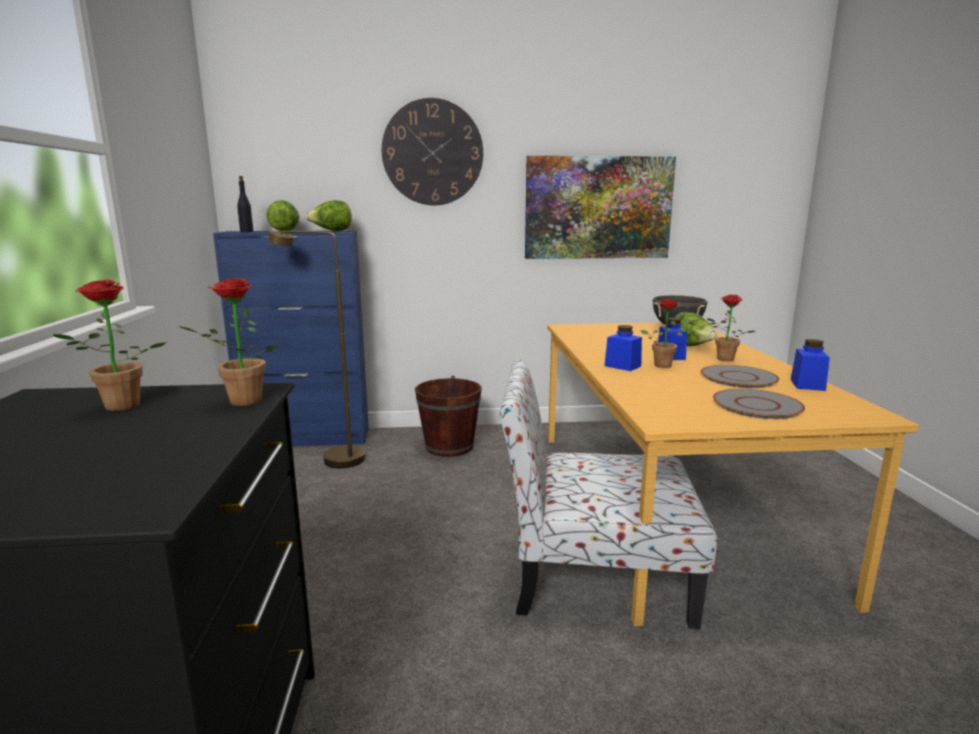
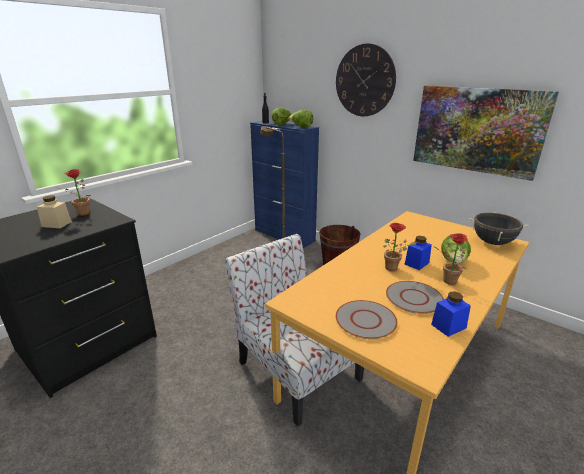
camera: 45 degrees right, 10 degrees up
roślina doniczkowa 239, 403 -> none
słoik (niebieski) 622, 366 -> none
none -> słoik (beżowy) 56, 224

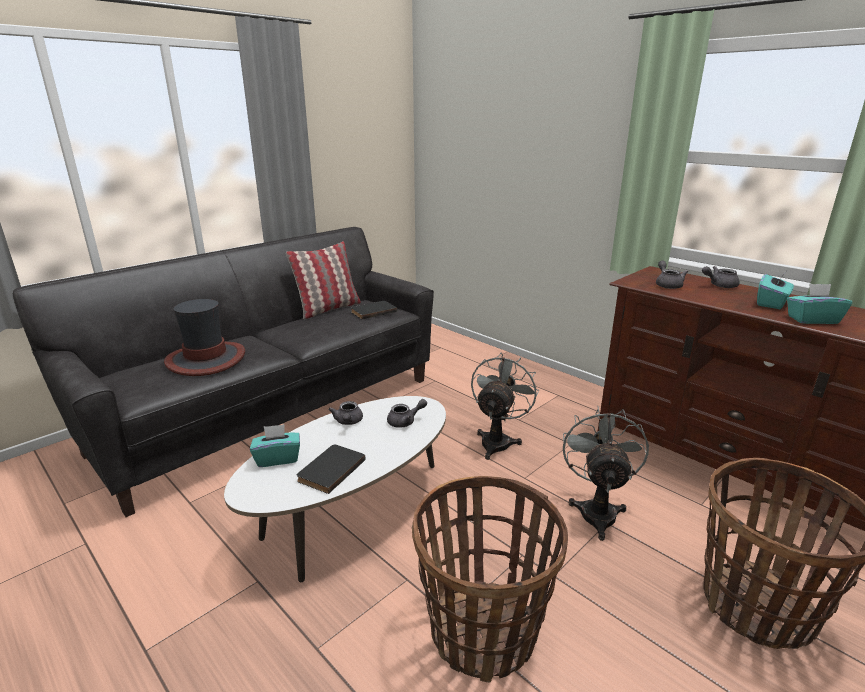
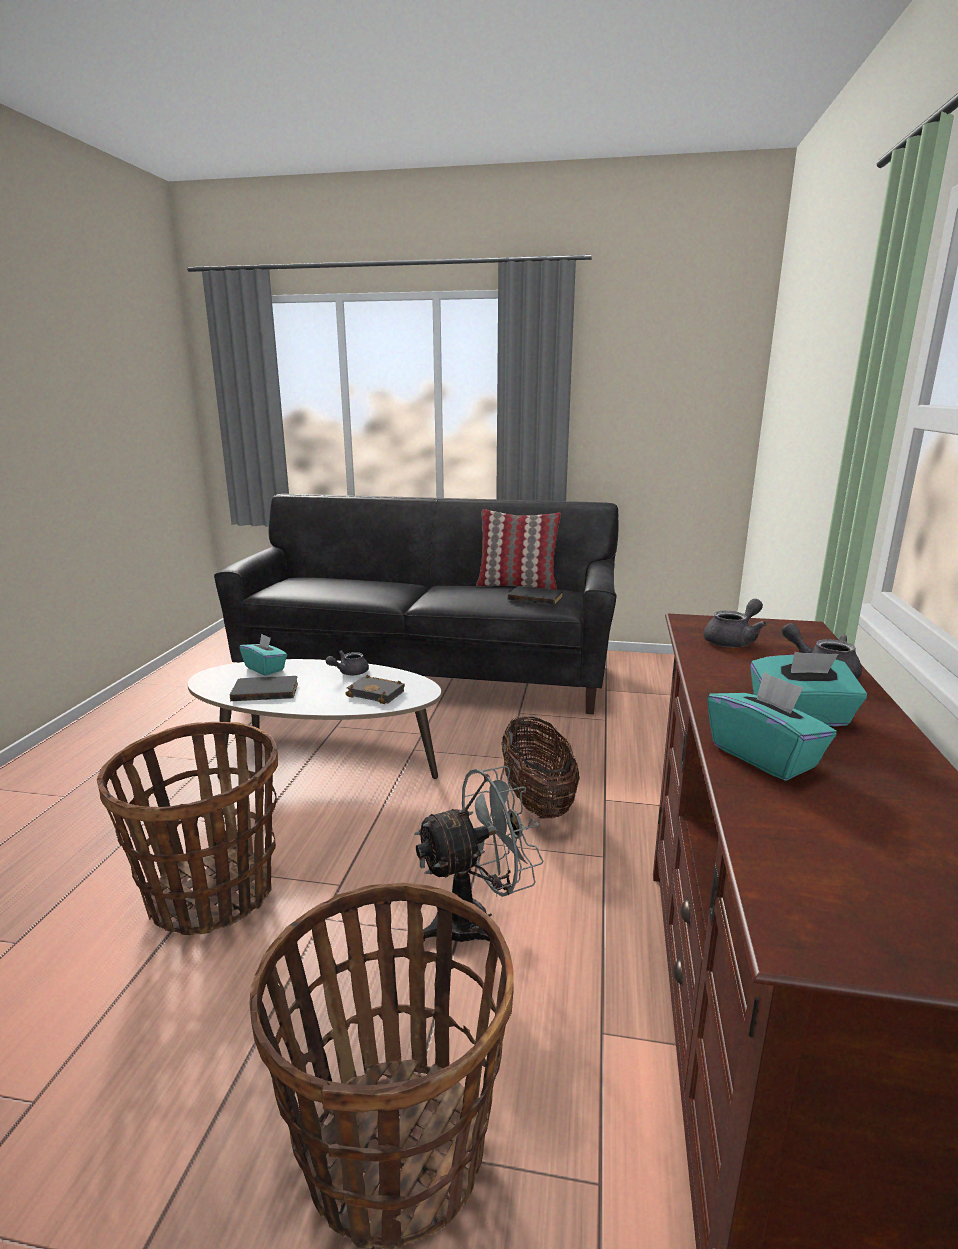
camera: 55 degrees right, 5 degrees down
kapelusz 206, 359 -> none
imbryk (szary) 405, 422 -> książka (czarny) 378, 693
wentylator (szary) 498, 440 -> koszyk 537, 800

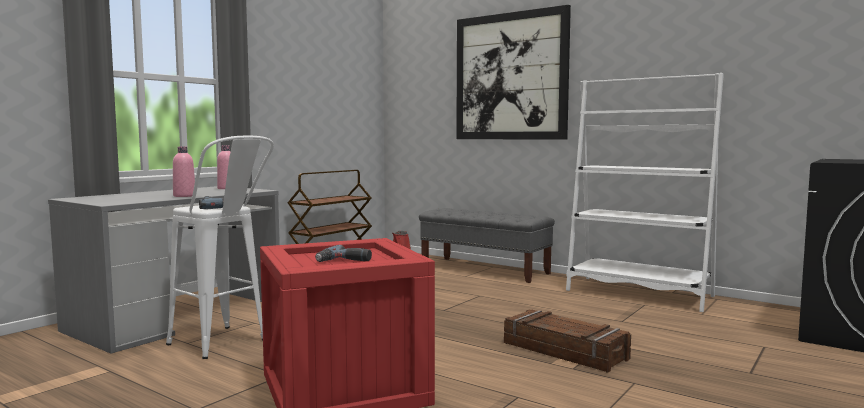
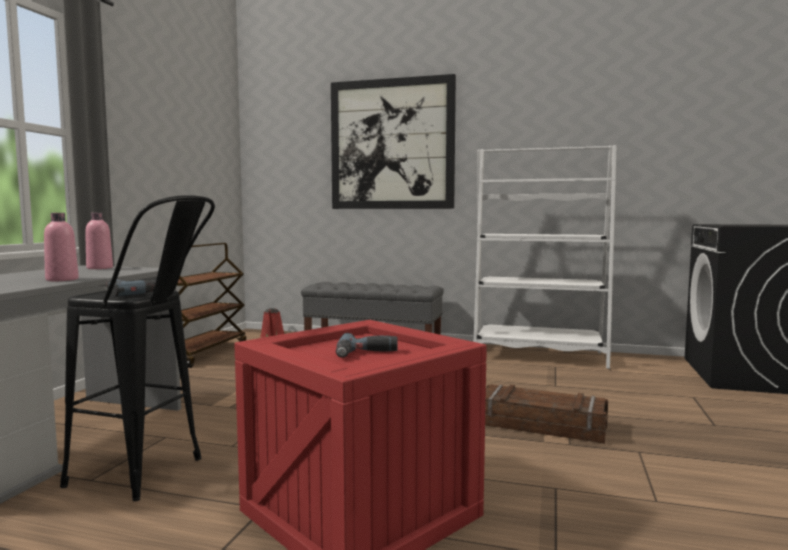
camera: 20 degrees left, 0 degrees up
stołek (biały) 225, 345 -> stołek (czarny) 151, 475

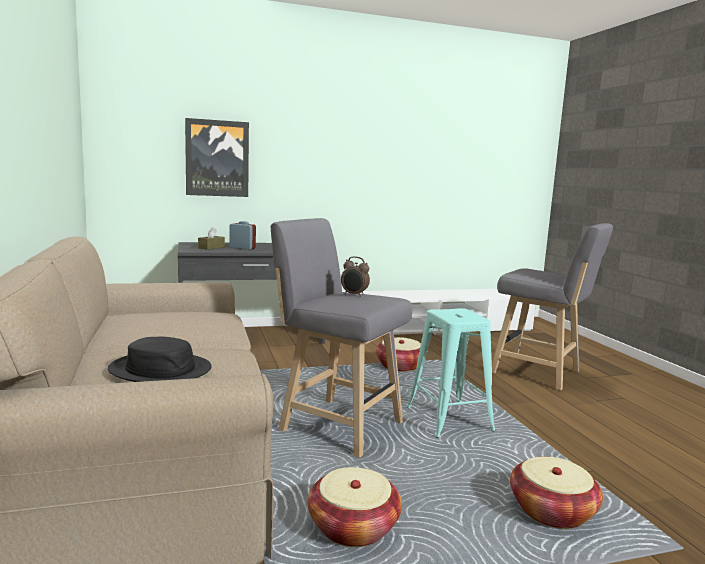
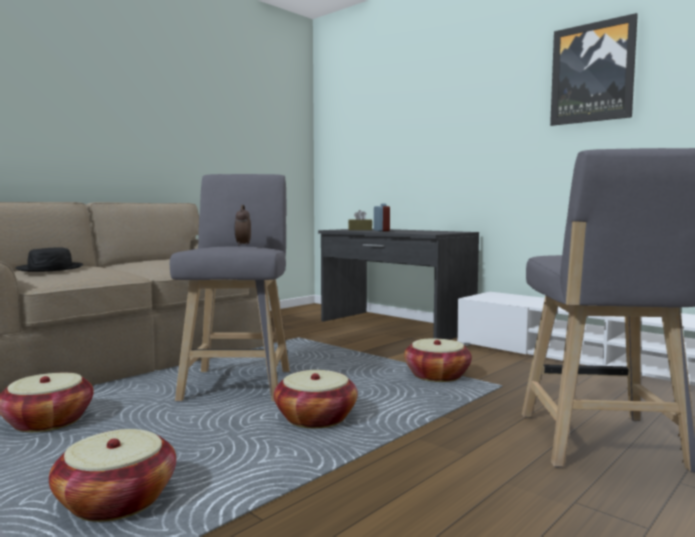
camera: 60 degrees right, 5 degrees down
obraz 217, 158 -> obraz 592, 73, move
stołek (turkusowy) 449, 419 -> koszyk 316, 418

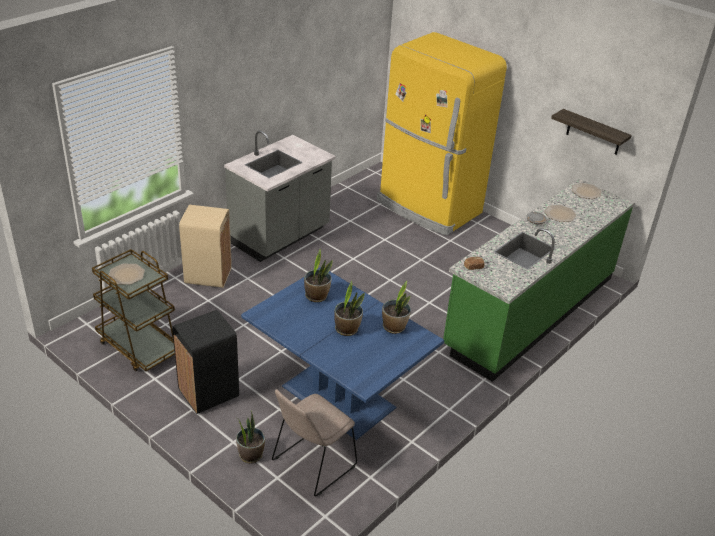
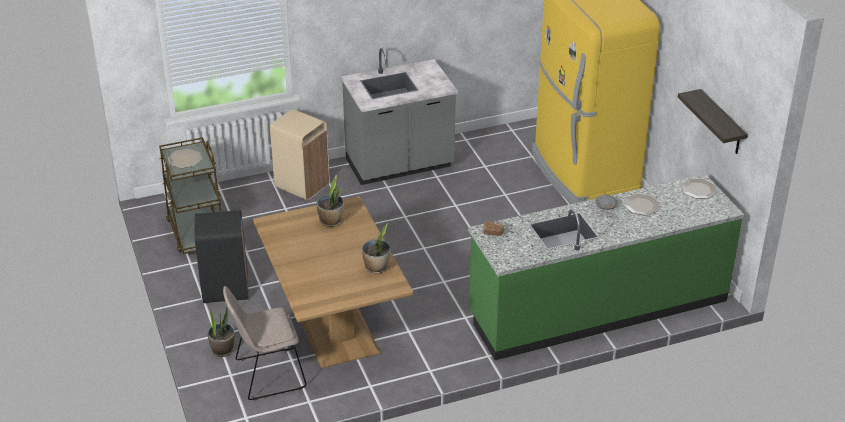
camera: 30 degrees right, 0 degrees up
stół jadalny (niebieski) 337, 398 -> stół jadalny (brązowy) 334, 328
roślina doniczkowa 347, 329 -> none

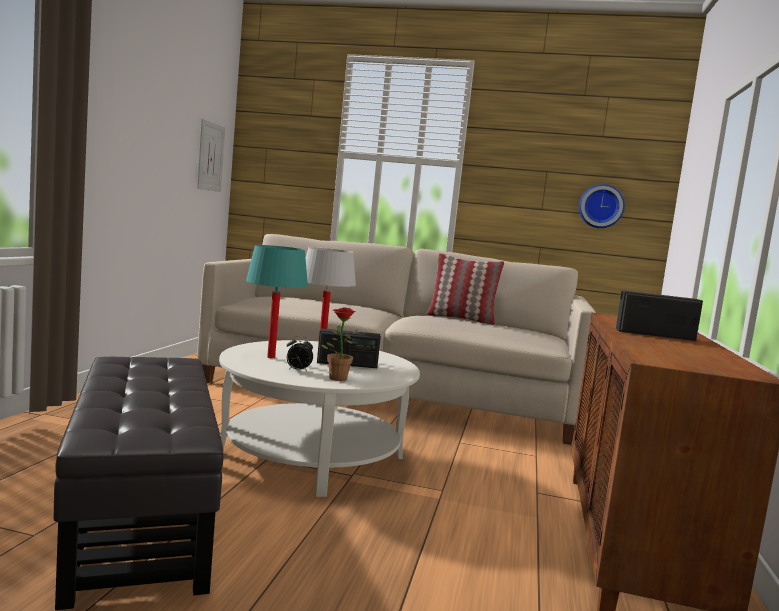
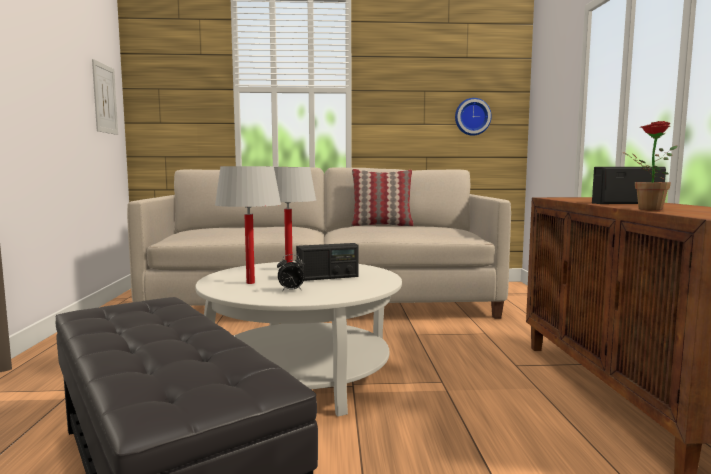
camera: 15 degrees left, 0 degrees up
lampa stołowa (turkusowy) 271, 357 -> lampa stołowa (biały) 250, 283
roślina doniczkowa 336, 377 -> roślina doniczkowa 644, 209, move

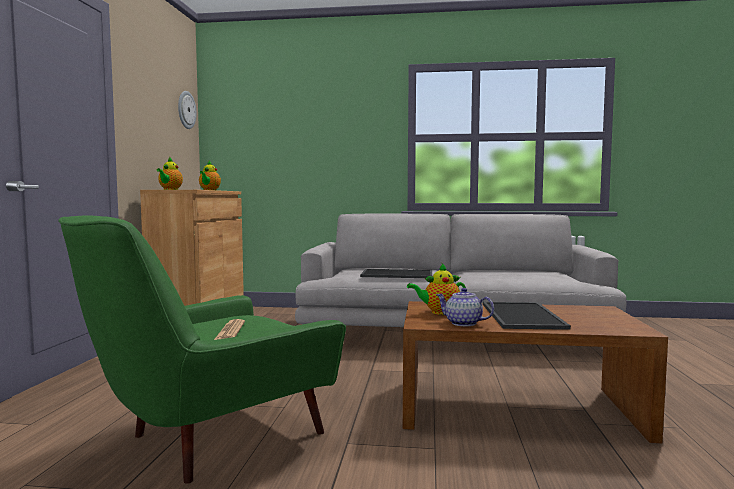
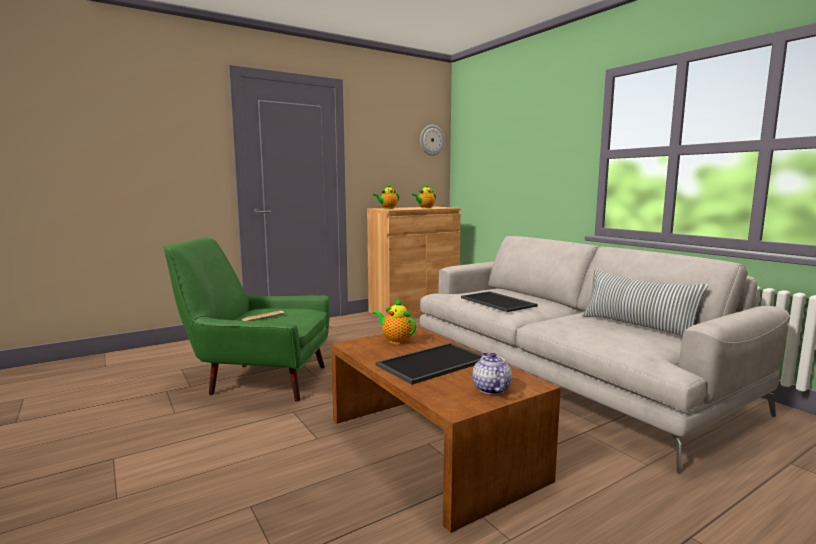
camera: 50 degrees right, 5 degrees up
imbryk 463, 323 -> imbryk 490, 389, move
none -> poduszka 637, 326

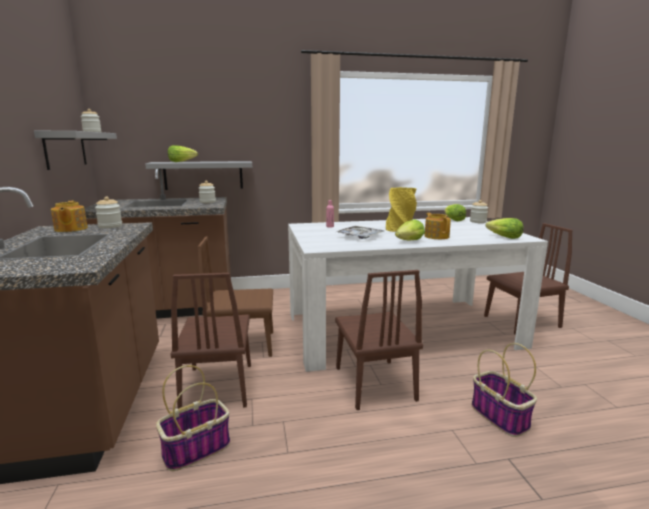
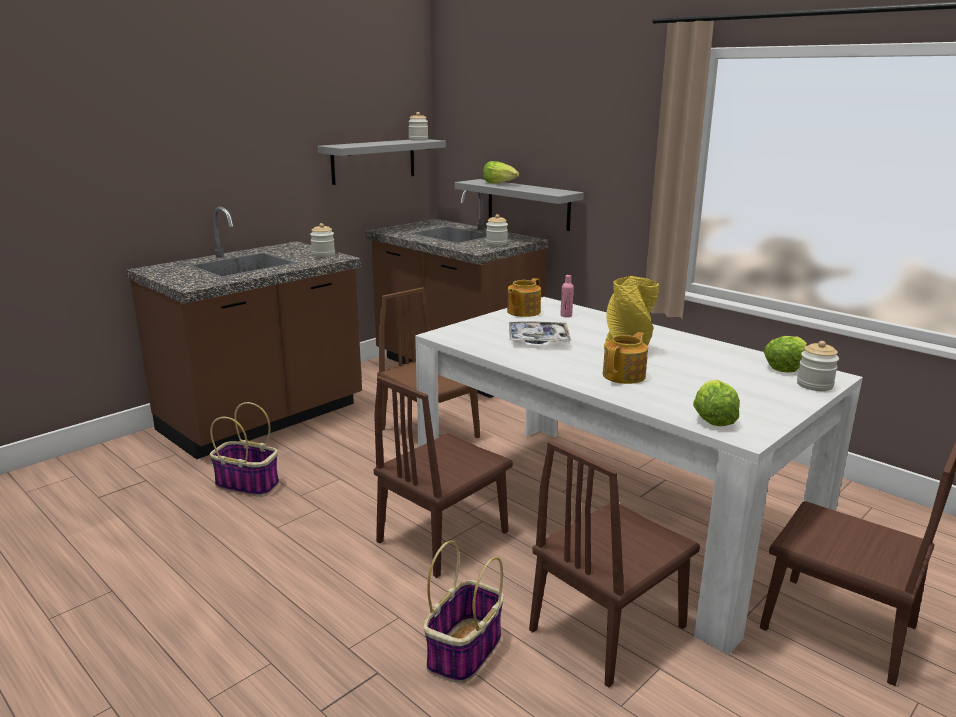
camera: 55 degrees right, 5 degrees up
imbryk 70, 229 -> imbryk 522, 312, move
krzesło (brązowy) 217, 386 -> krzesło (brązowy) 608, 628, move
sałata 409, 241 -> none

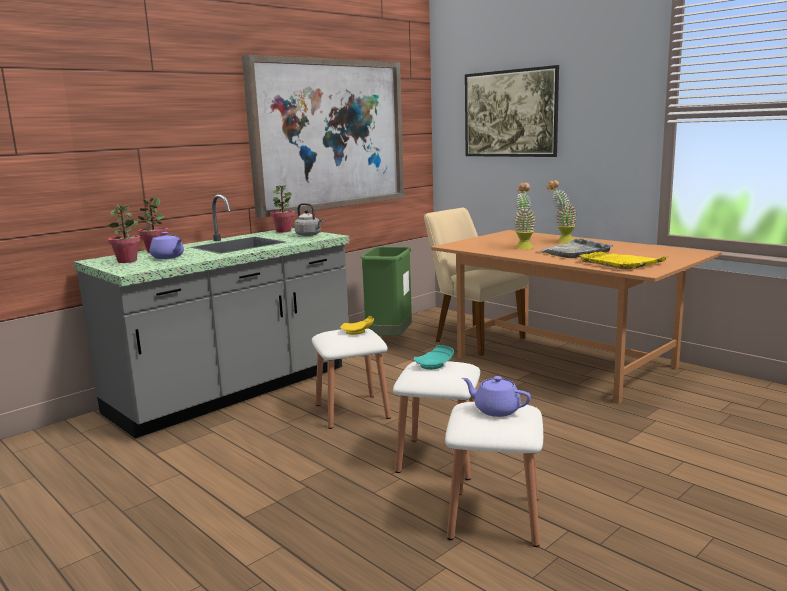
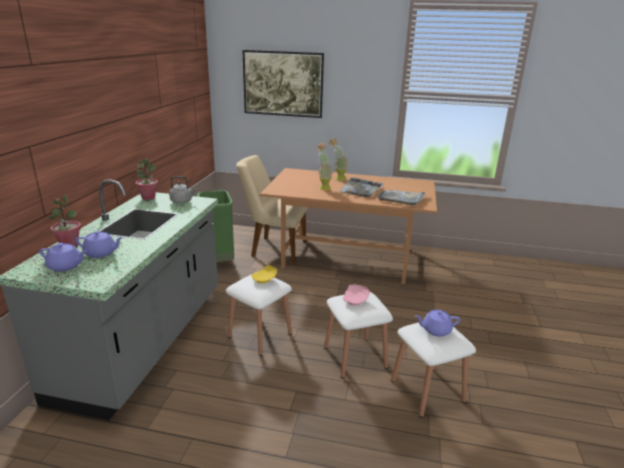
camera: 35 degrees left, 10 degrees up
roślina doniczkowa 127, 261 -> imbryk (fioletowy) 66, 266
obraz 329, 134 -> none
talerz (turkusowy) 434, 365 -> talerz (różowy) 355, 300
taca (żółty) 621, 263 -> taca (szary) 401, 198

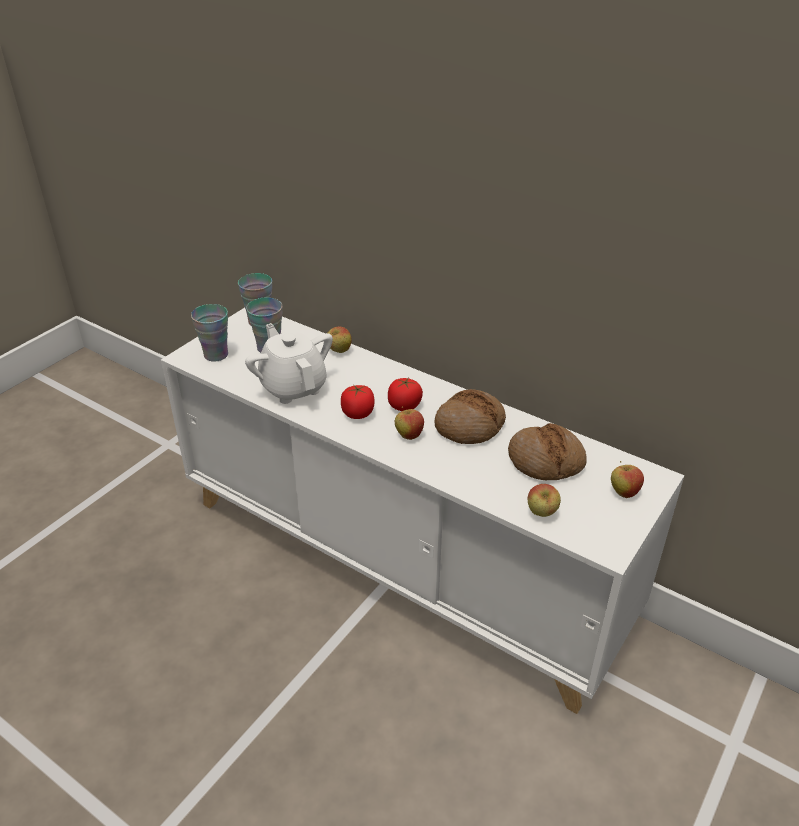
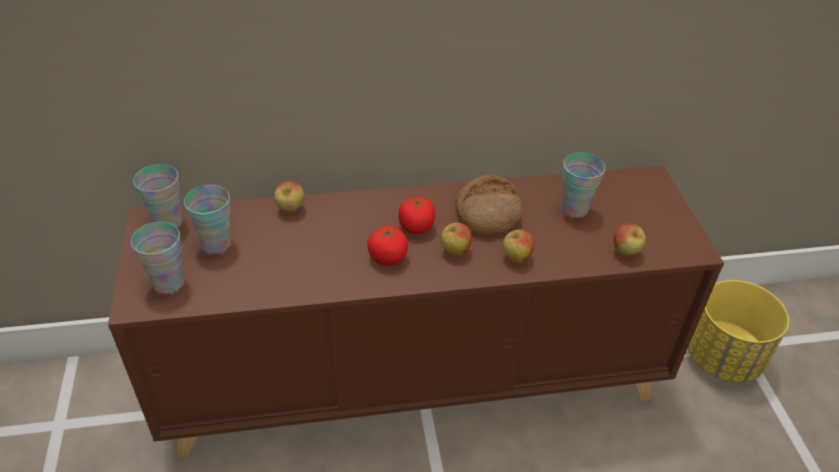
camera: 45 degrees left, 5 degrees up
szafka (biały) 400, 562 -> szafka (brązowy) 416, 378
imbryk (biały) 293, 387 -> none
chleb 545, 461 -> filiżanka 574, 209
jabłko 624, 492 -> jabłko 516, 257, move
none -> donica (żółty) 723, 358

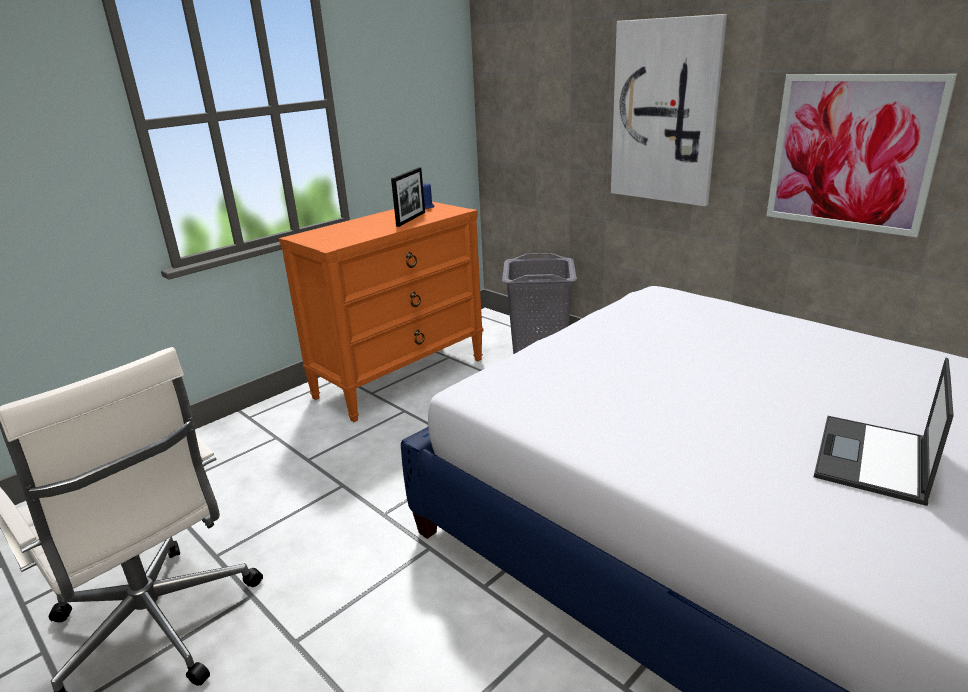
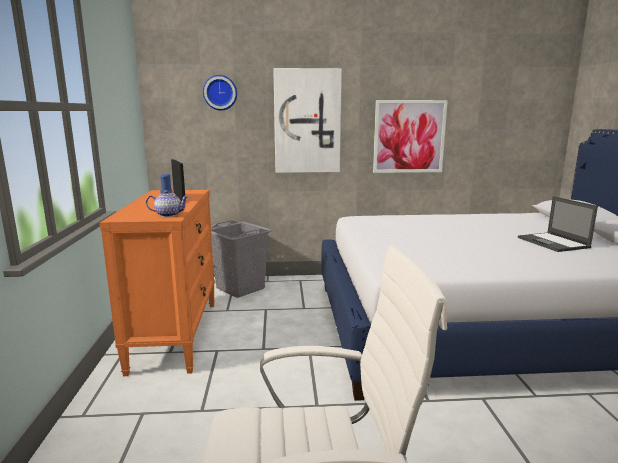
camera: 50 degrees left, 10 degrees down
none -> imbryk 168, 215
none -> zegar ścienny 220, 93

